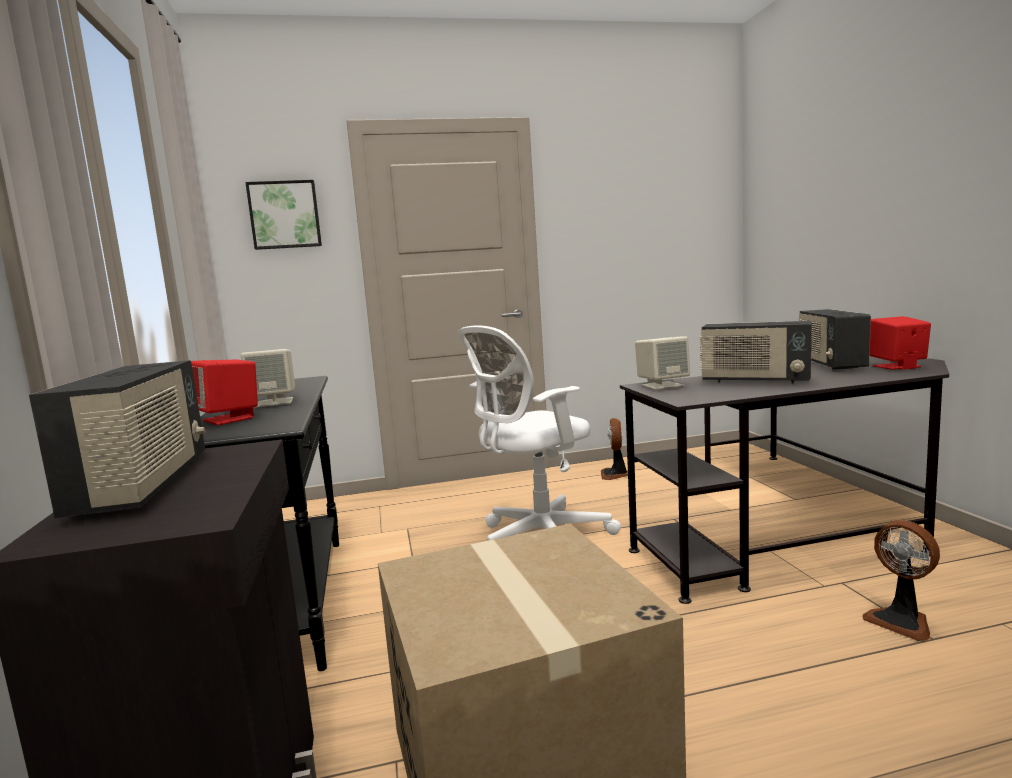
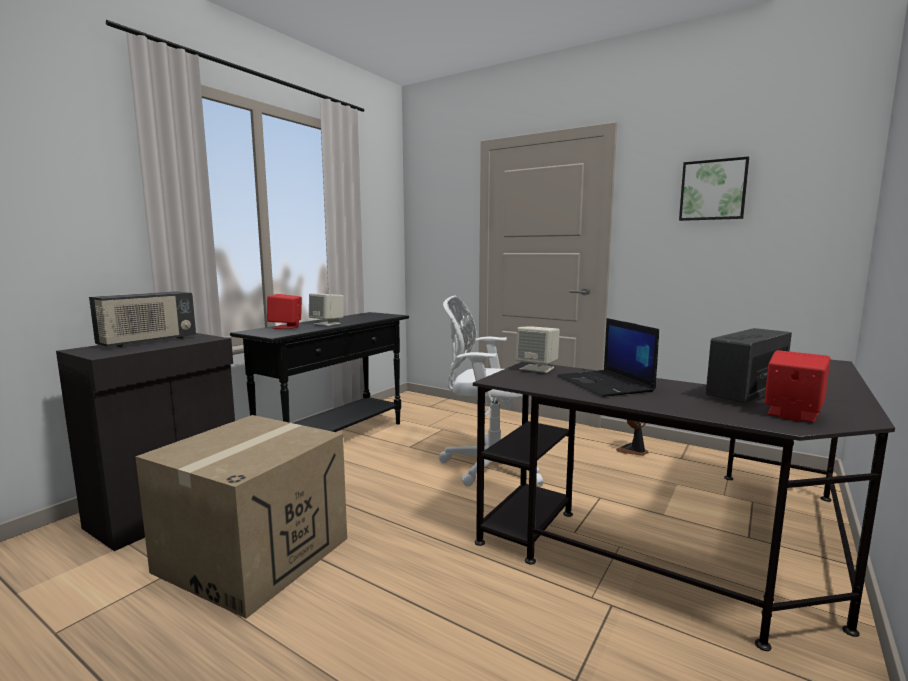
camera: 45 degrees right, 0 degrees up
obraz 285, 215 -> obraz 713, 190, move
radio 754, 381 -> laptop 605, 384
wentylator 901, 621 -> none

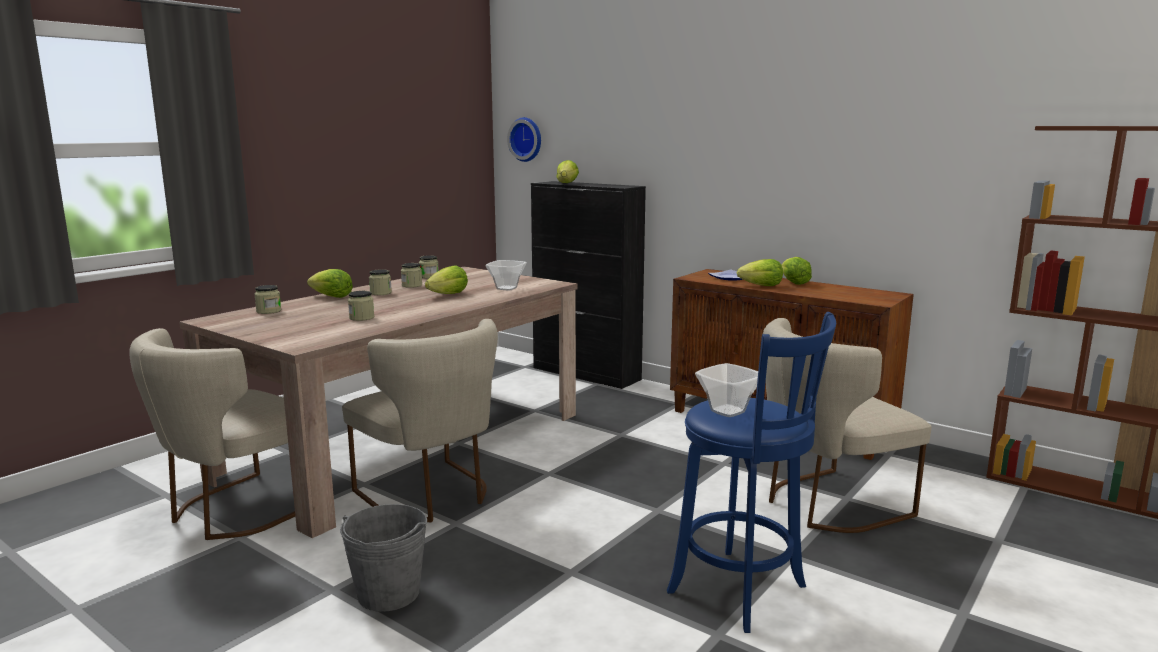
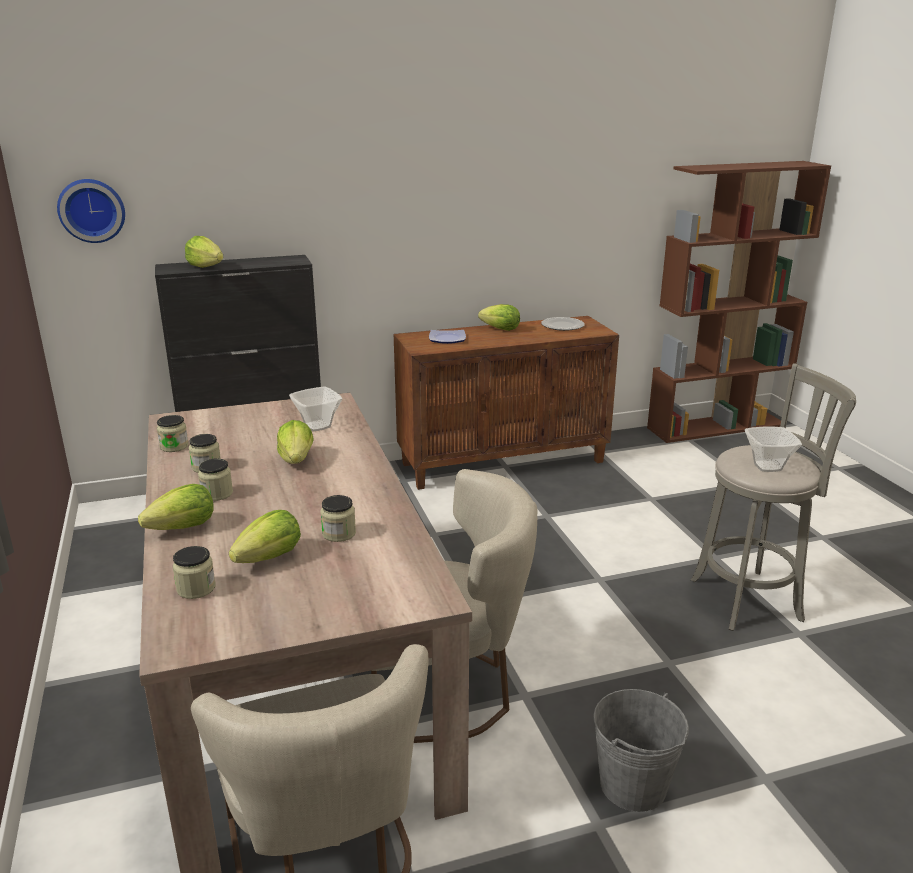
camera: 55 degrees left, 10 degrees up
stołek (niebieski) 743, 592 -> stołek (szary) 751, 599
sałata 762, 286 -> sałata 270, 558, move
krzesło (beżowy) 826, 504 -> none
none -> talerz 562, 326

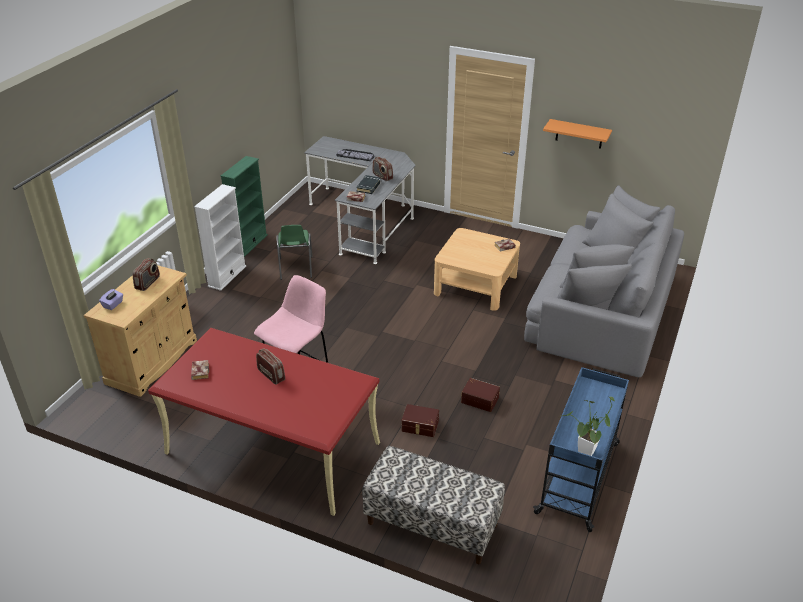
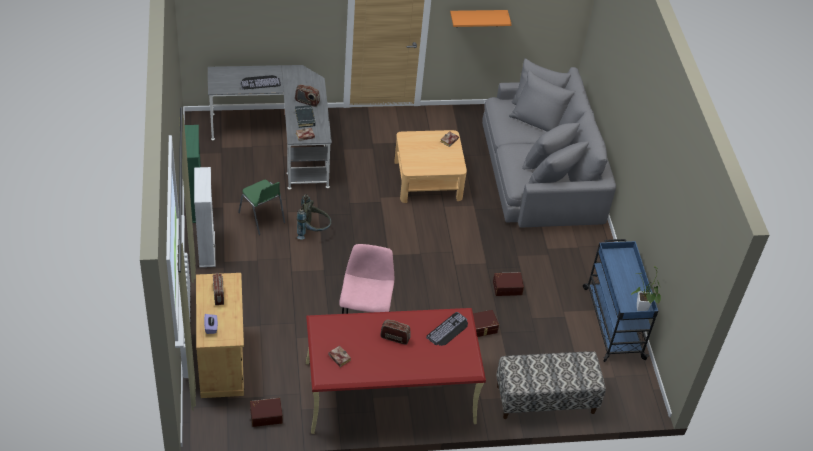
camera: 35 degrees left, 10 degrees up
none -> pojemnik do przechowywania (brązowy) 266, 415
none -> plecak (szary) 313, 232
none -> klawiatura 448, 330

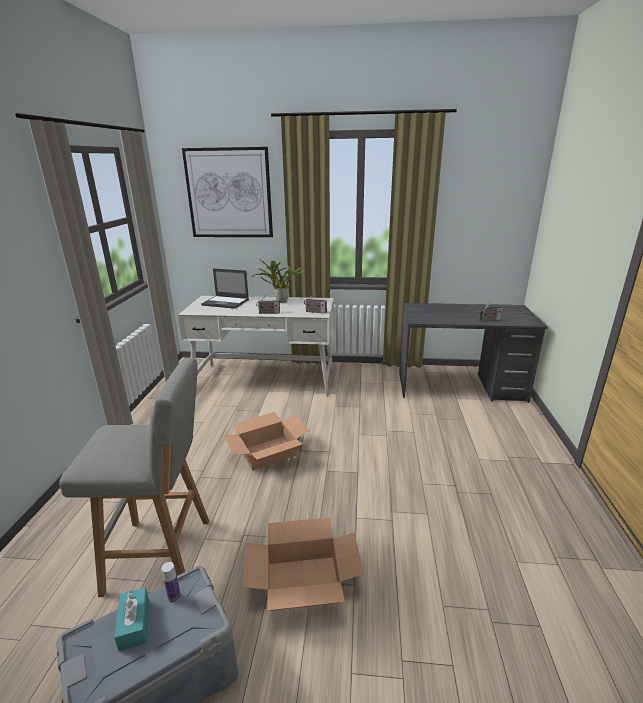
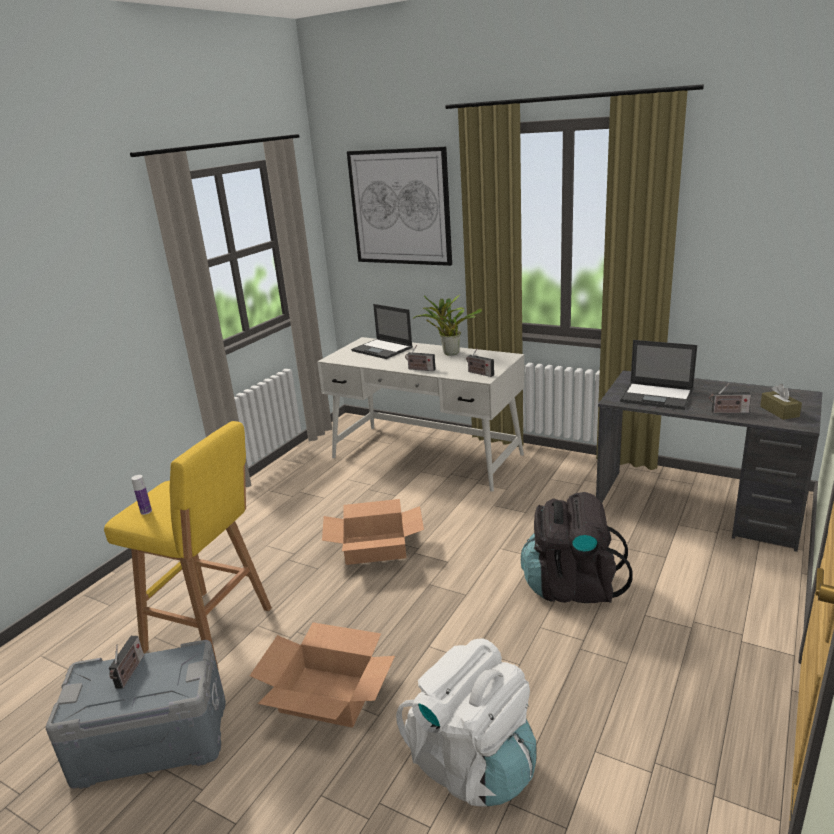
camera: 25 degrees right, 0 degrees up
stołek (szary) 163, 555 -> stołek (żółty) 212, 630
pudełko chusteczek (turkusowy) 134, 624 -> radio 129, 673
butelka 174, 597 -> butelka 146, 511, move
none -> plecak (biały) 472, 765
none -> plecak (czarny) 572, 586
none -> laptop 657, 396
none -> pudełko chusteczek (brązowy) 779, 411

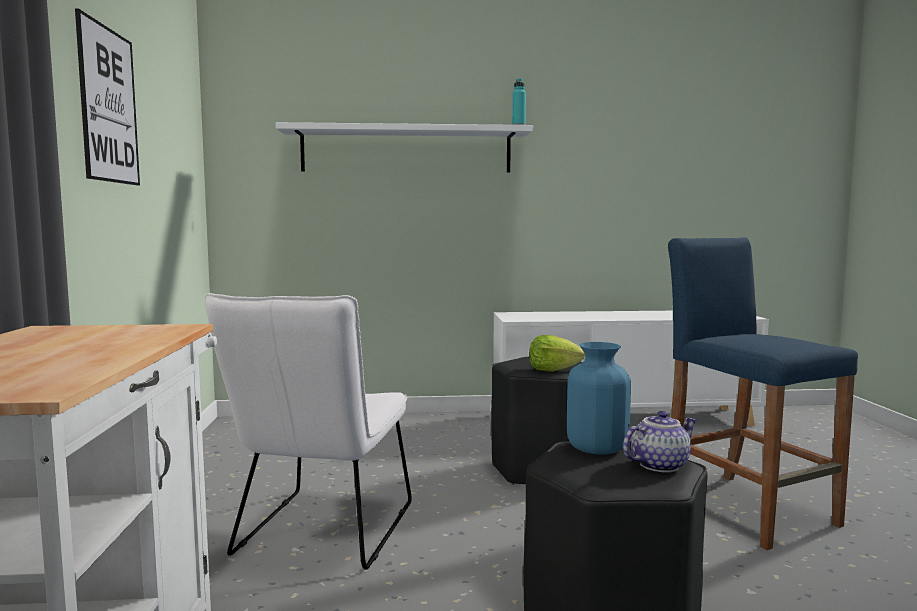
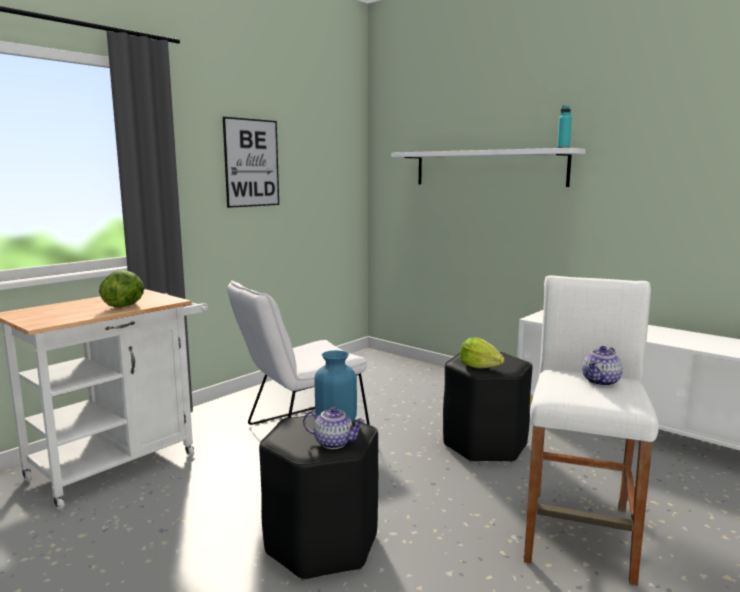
camera: 45 degrees right, 5 degrees up
stołek (niebieski) 746, 509 -> stołek (biały) 579, 534
none -> sałata 125, 306
none -> imbryk 601, 382

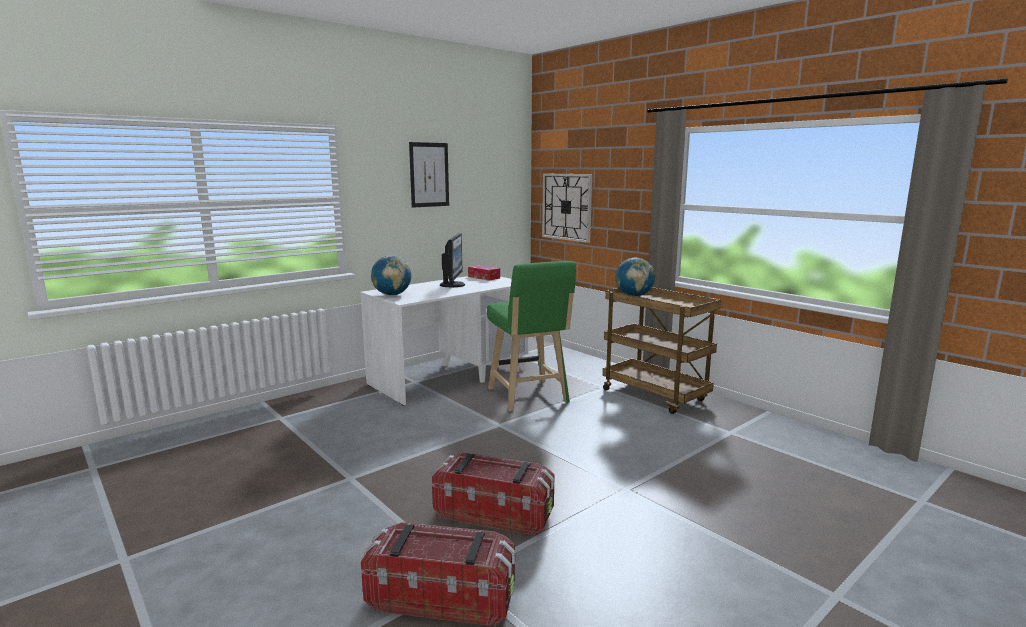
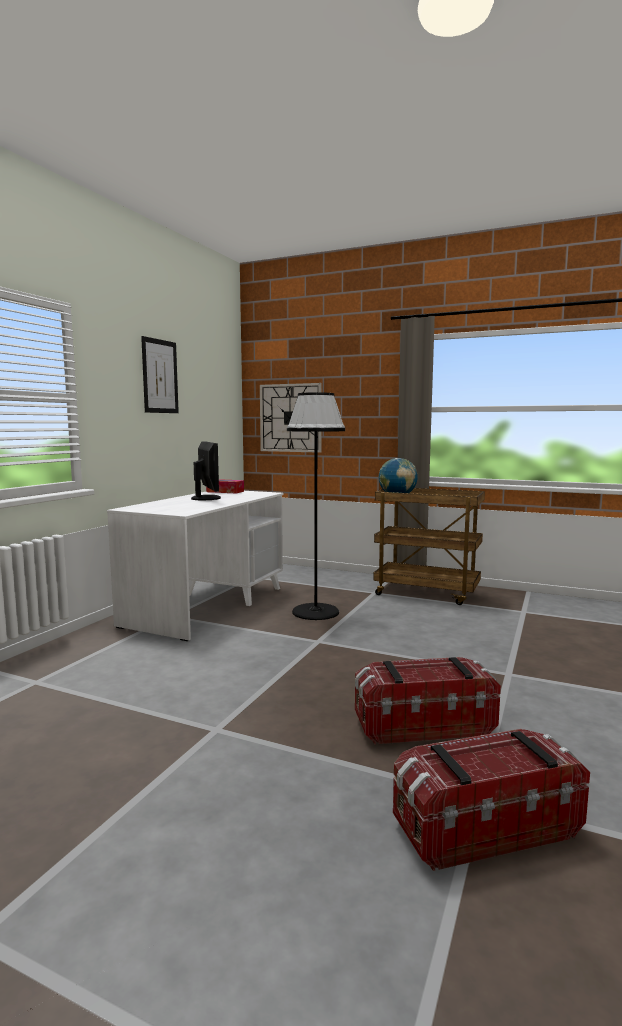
camera: 25 degrees left, 5 degrees down
globus 392, 295 -> none
stołek (zielony) 529, 397 -> lampa stojąca (czarny) 315, 612

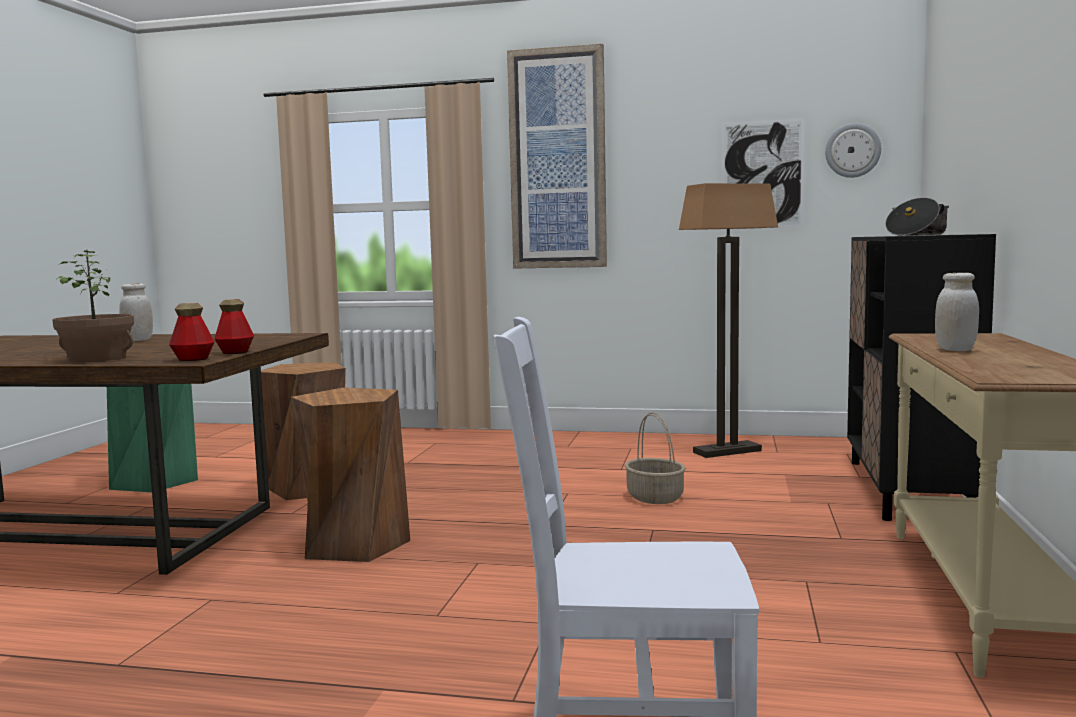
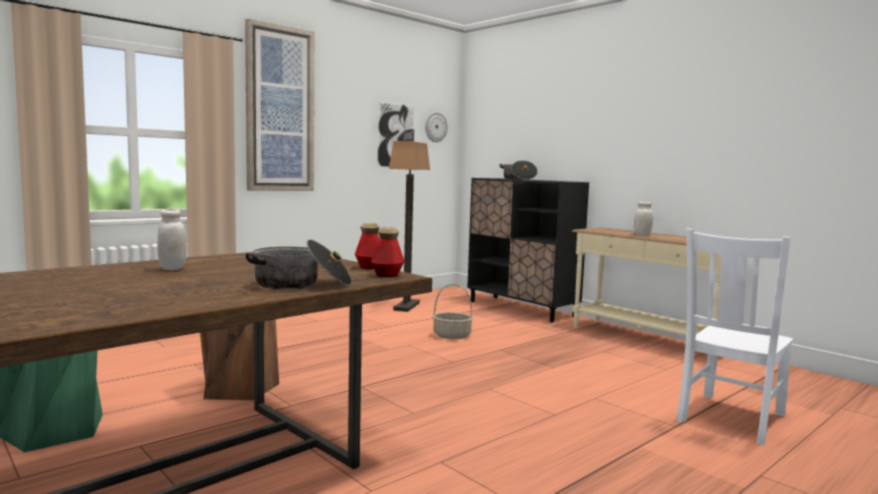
camera: 55 degrees left, 0 degrees up
roślina doniczkowa 98, 358 -> garnek 302, 284
stołek (brązowy) 354, 544 -> none

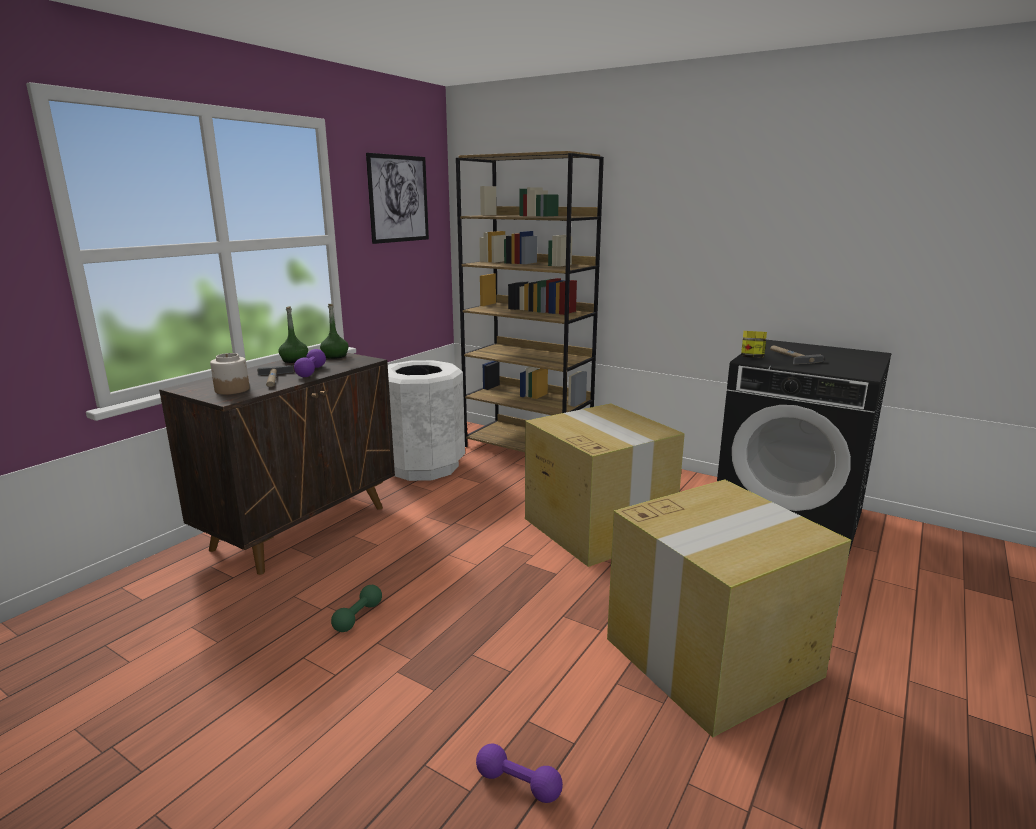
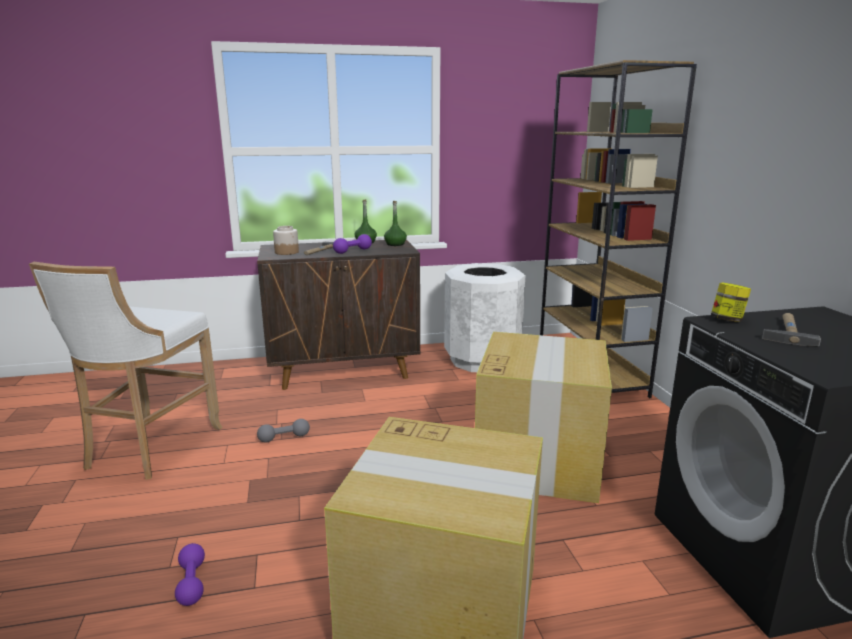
camera: 45 degrees right, 0 degrees up
hantel (zielony) 358, 617 -> hantel (szary) 284, 438
obraz 398, 199 -> none
none -> stołek (biały) 149, 449

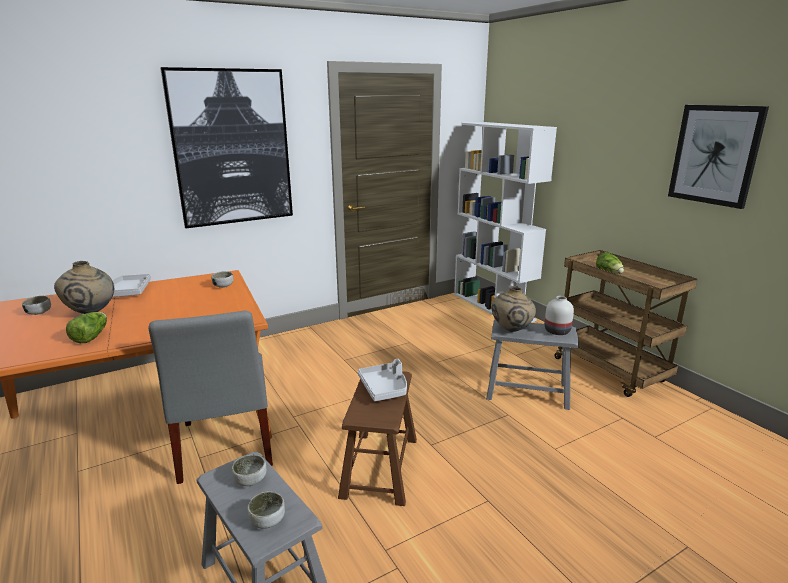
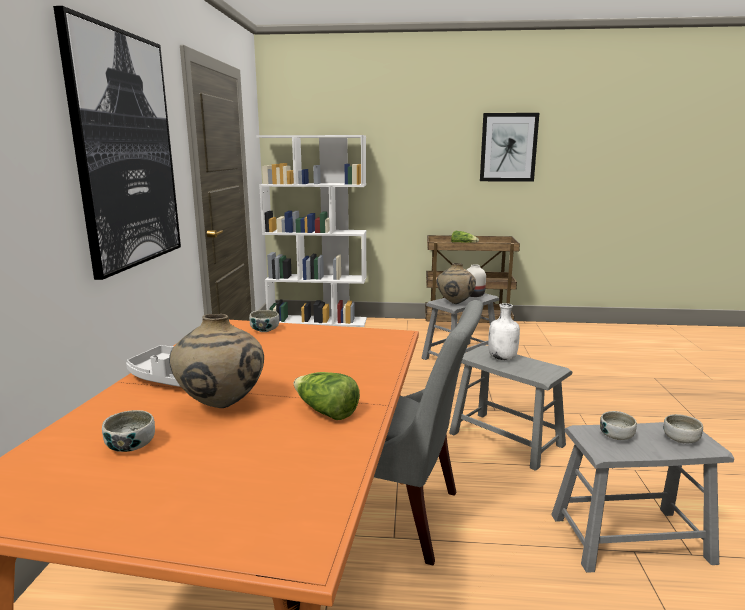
camera: 55 degrees left, 5 degrees down
stołek (brązowy) 380, 467 -> stołek (szary) 506, 439
taca (szary) 384, 388 -> butelka (biały) 502, 358

